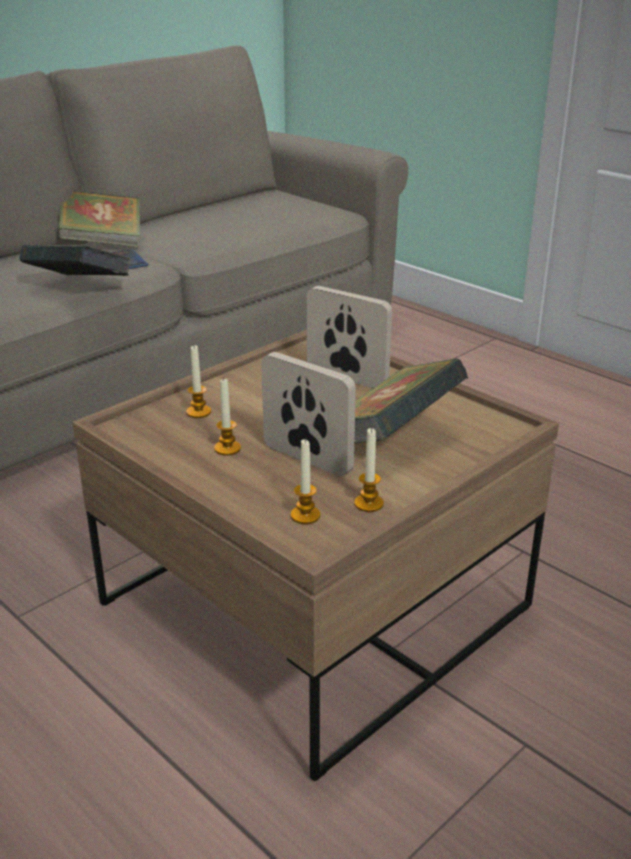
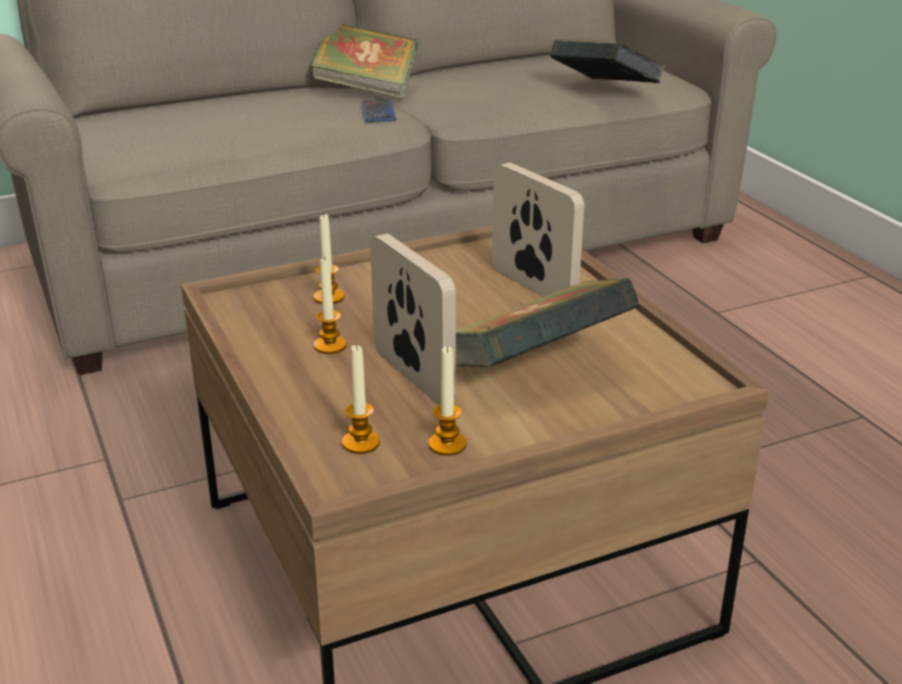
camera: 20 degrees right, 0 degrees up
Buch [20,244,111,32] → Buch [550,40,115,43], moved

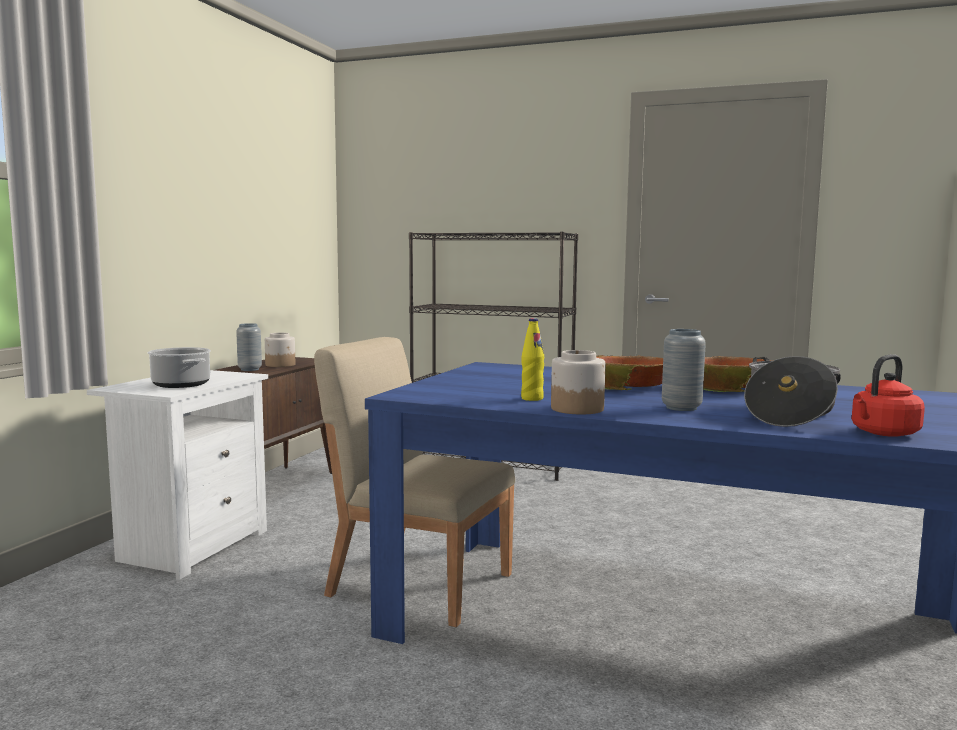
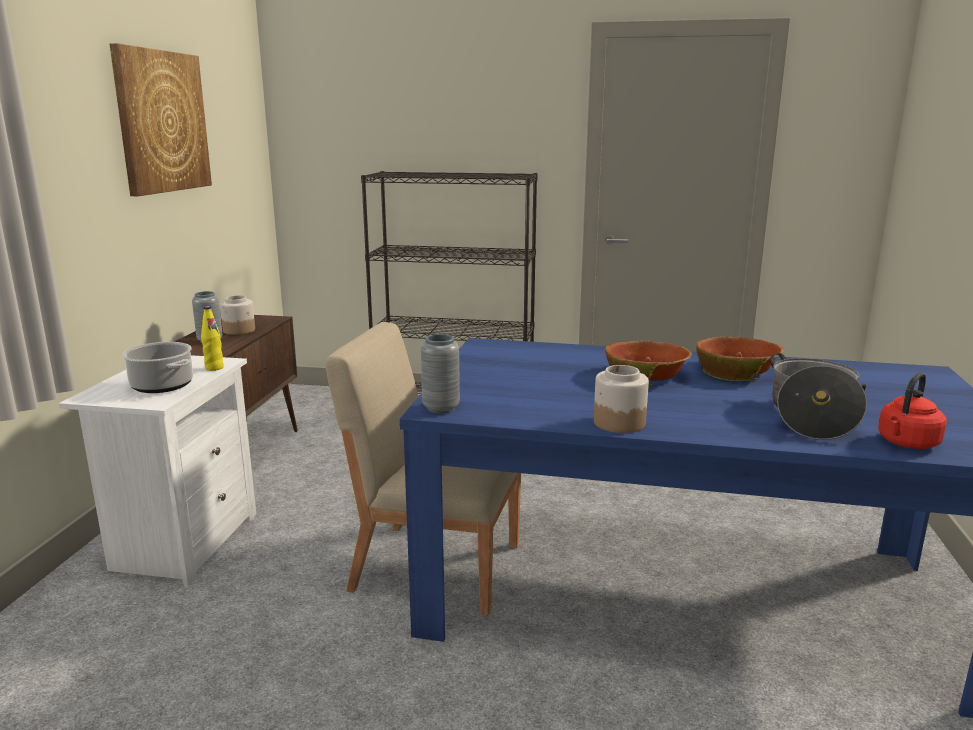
camera: 10 degrees left, 10 degrees up
- → Bild [110,43,102,153]
Flasche/gelb [521,318,23,83] → Flasche/gelb [201,306,23,65], moved
Vase/grau [662,329,44,82] → Vase/grau [421,334,39,79], moved

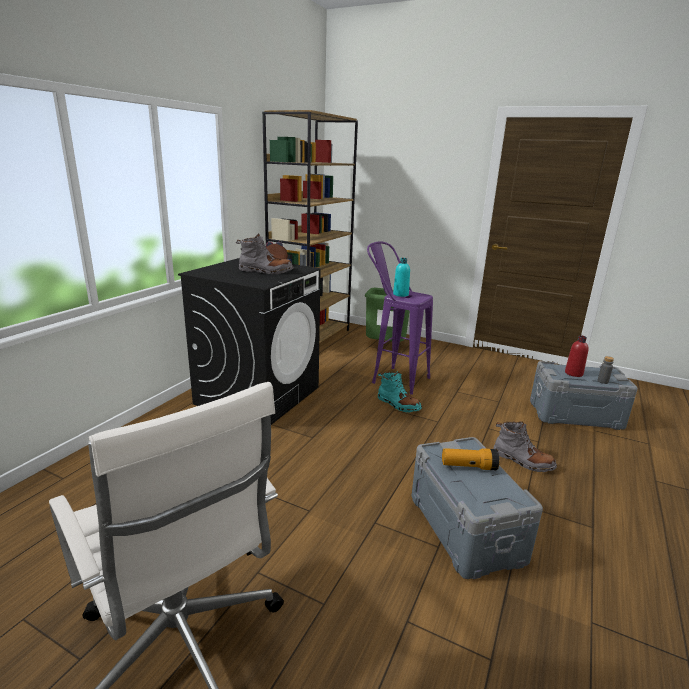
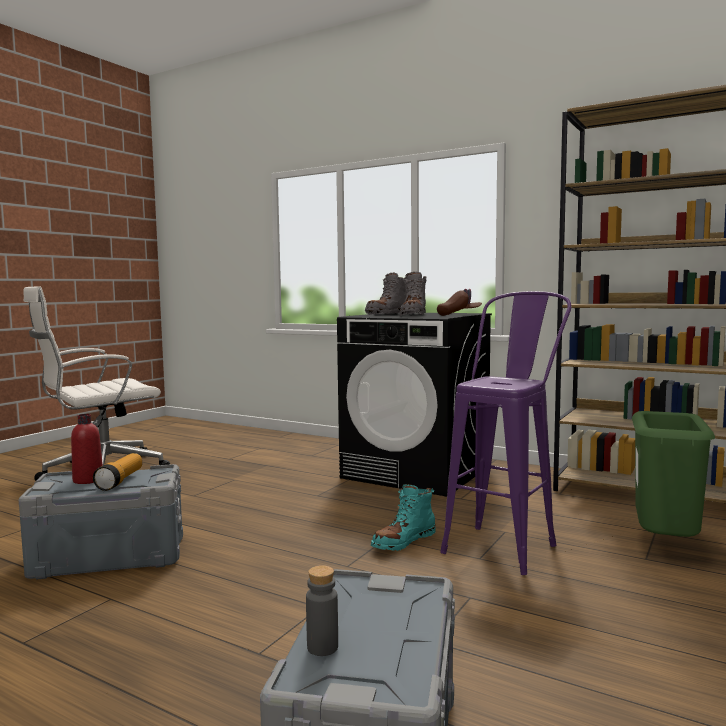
camera: 95 degrees right, 15 degrees down
Flasche/türkis [393,258,17,39] → -
Stiefel/grau [493,422,64,50] → Stiefel/grau [365,273,41,42], moved
Flasche/rot [565,335,24,42] → Flasche/rot [71,414,32,70], moved

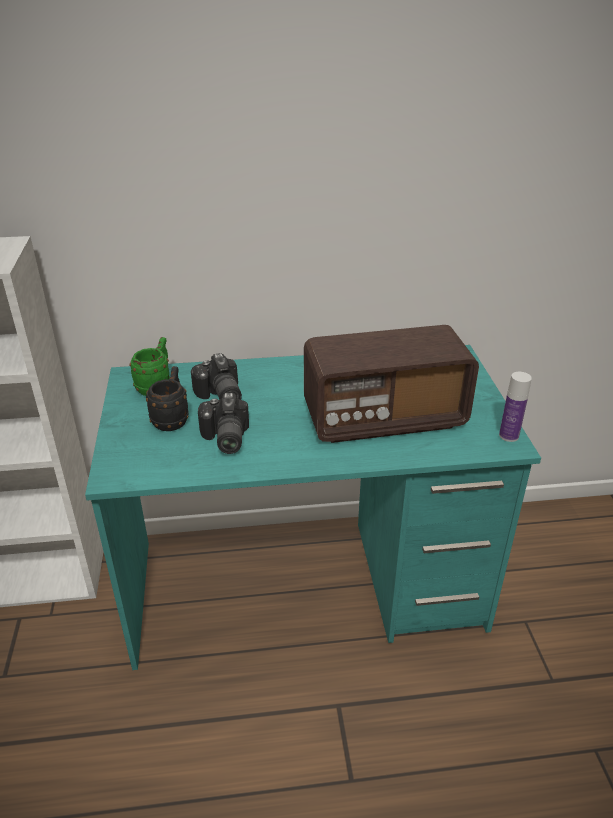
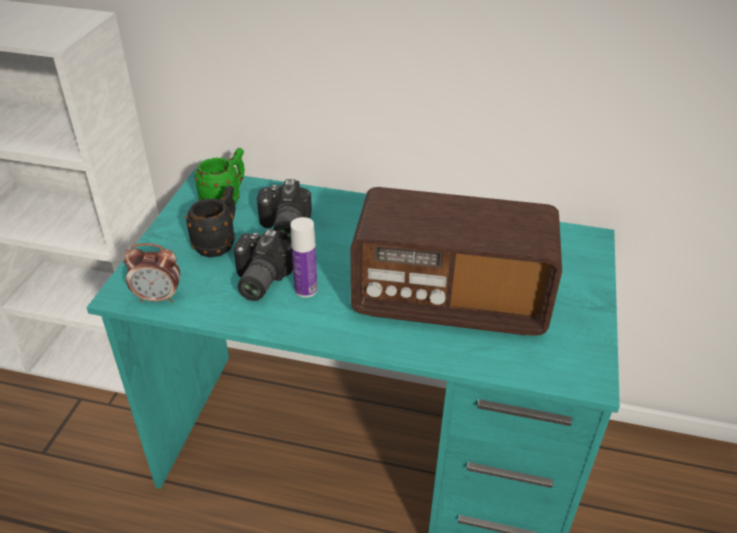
camera: 20 degrees right, 5 degrees up
- → Wecker [124,243,56,60]
Flasche [499,372,33,70] → Flasche [291,217,27,81], moved

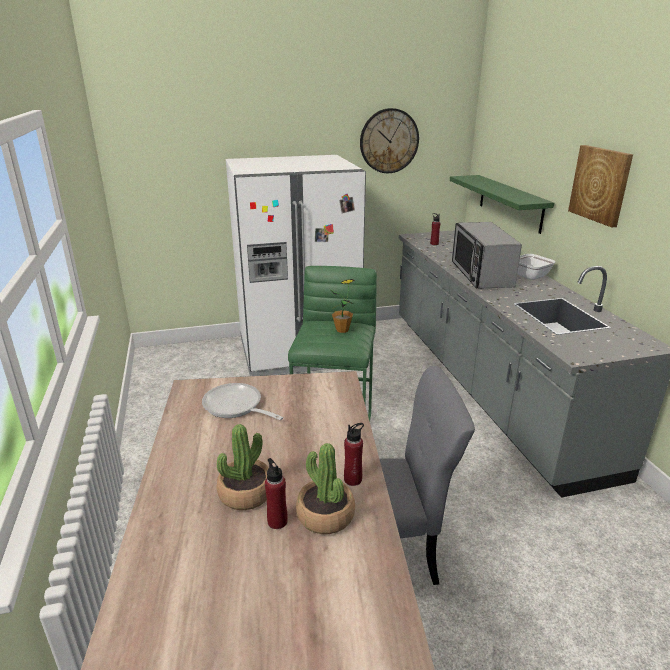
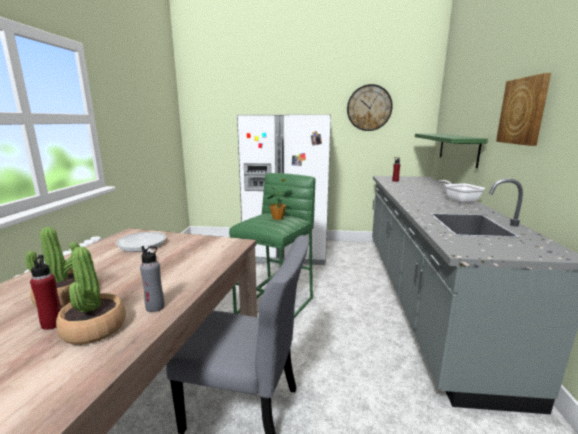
camera: 20 degrees right, 10 degrees down
Mikrowelle [452,222,70,67] → -
Flasche/rot [344,423,20,63] → Flasche/grau [140,246,25,66]

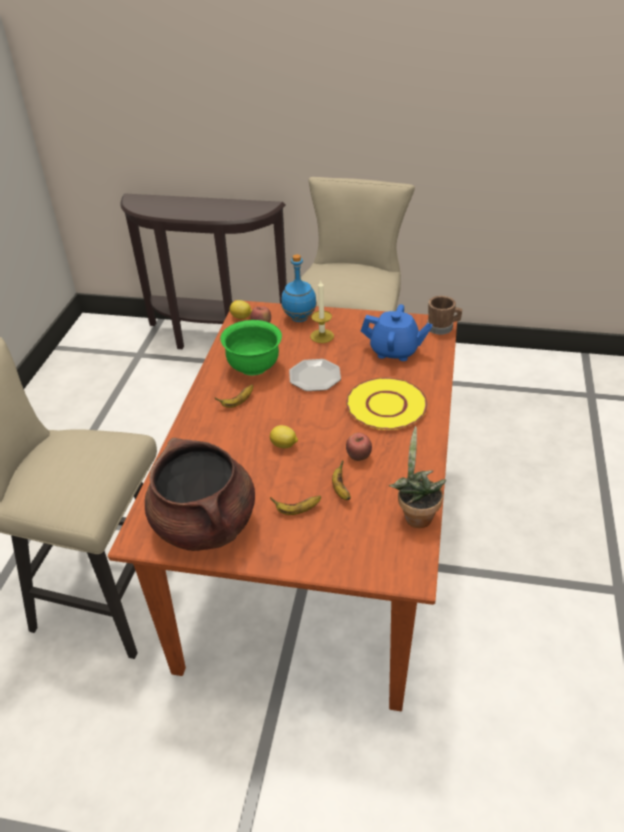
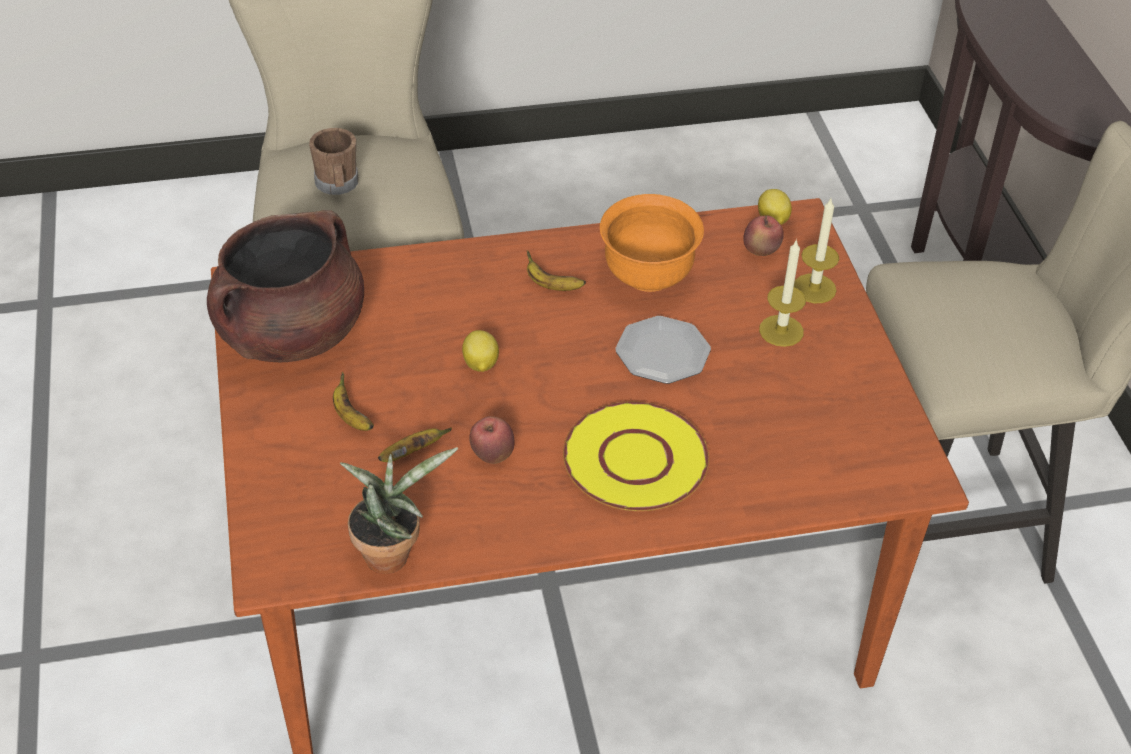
camera: 65 degrees right, 5 degrees up
Teekanne/blau [361,304,71,57] → -
Henkelbecher/braun [427,296,35,39] → Henkelbecher/braun [309,128,50,67], moved
Flasche/blau [281,254,36,68] → Kerze [794,199,45,104]
Schüssel/grün [220,320,62,55] → Schüssel/orange [600,194,104,98]

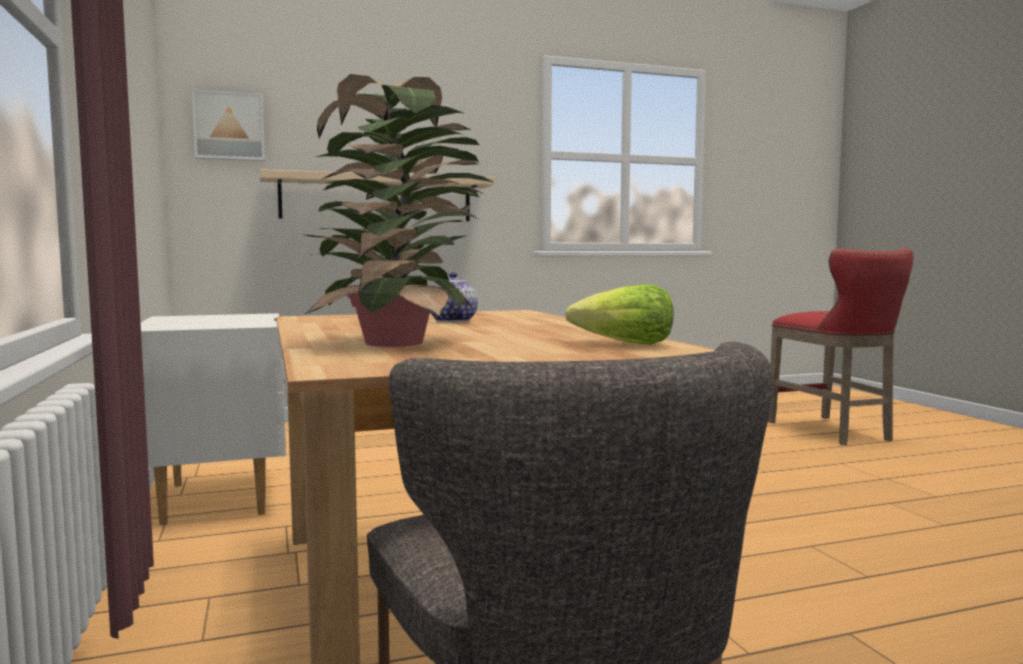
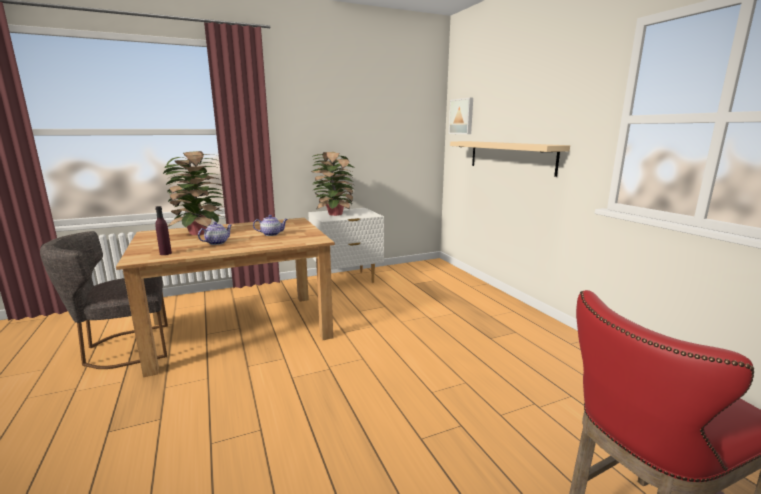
camera: 85 degrees right, 10 degrees up
- → Teekanne [198,222,34,23]
- → Topfpflanze [311,152,43,64]
Salatkopf [565,284,109,61] → Flasche/lila [155,206,17,49]

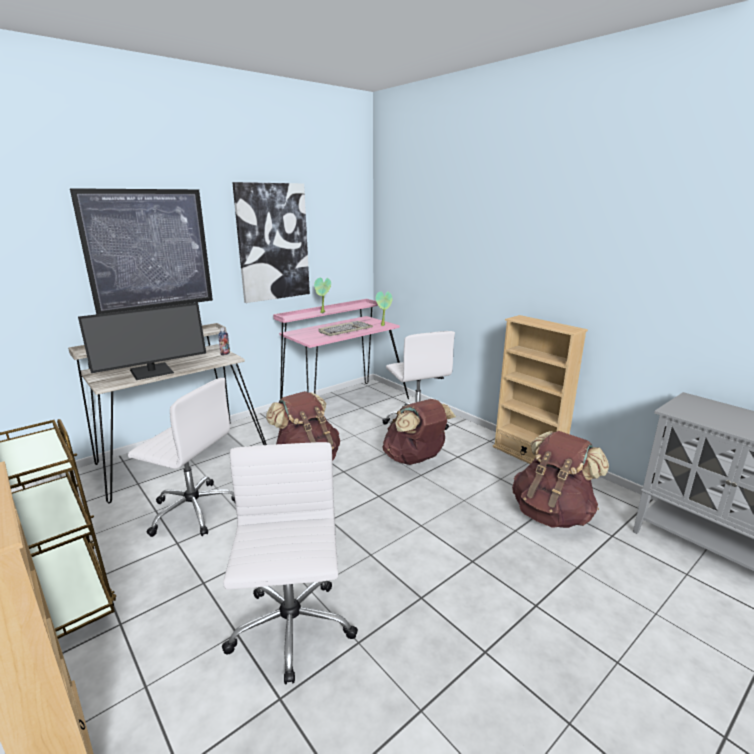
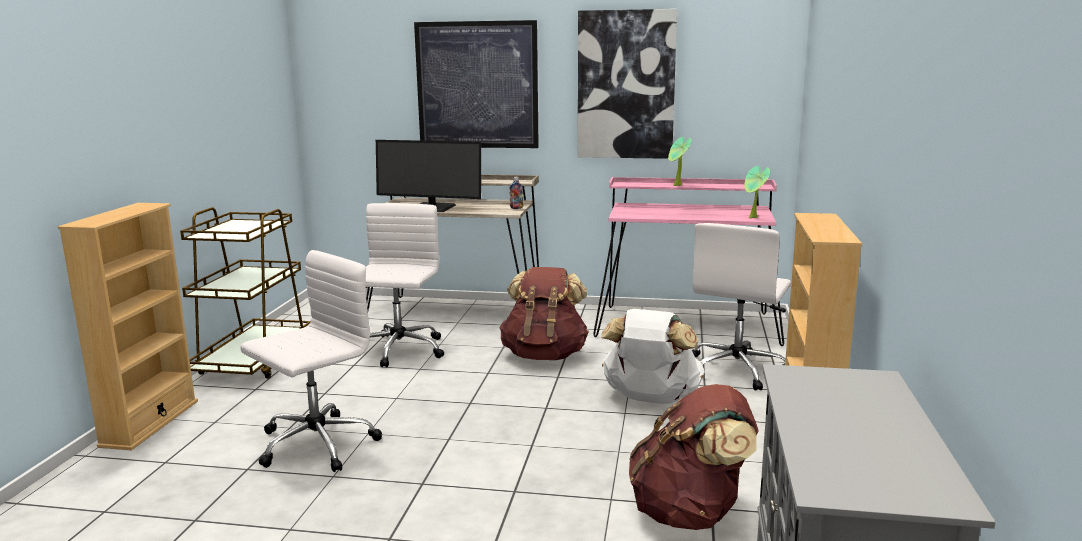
camera: 50 degrees right, 5 degrees down
Tastatur [318,321,55,15] → -
Rucksack/braun [382,399,74,66] → Rucksack/weiß [601,309,104,95]
Bürostuhl/weiß [128,378,107,159] → Bürostuhl/weiß [366,203,78,164], 150 degrees counterclockwise

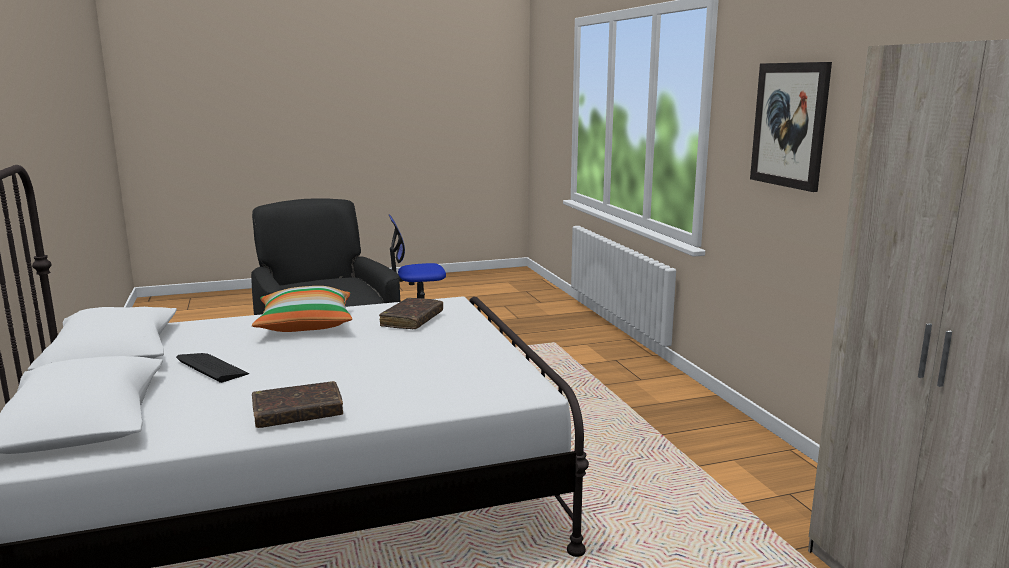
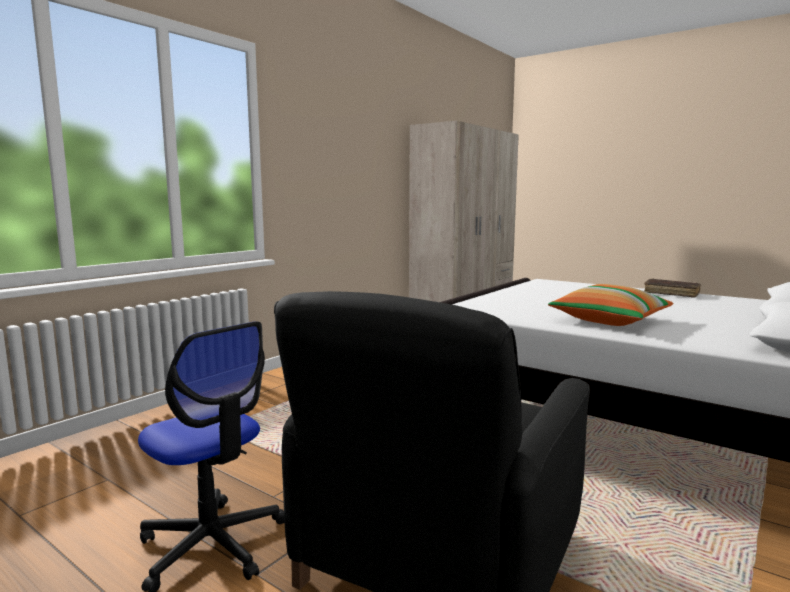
camera: 125 degrees left, 5 degrees down
Tastatur [176,353,73,30] → -
Buch/braun [379,298,64,31] → -
Bild [750,62,82,130] → -

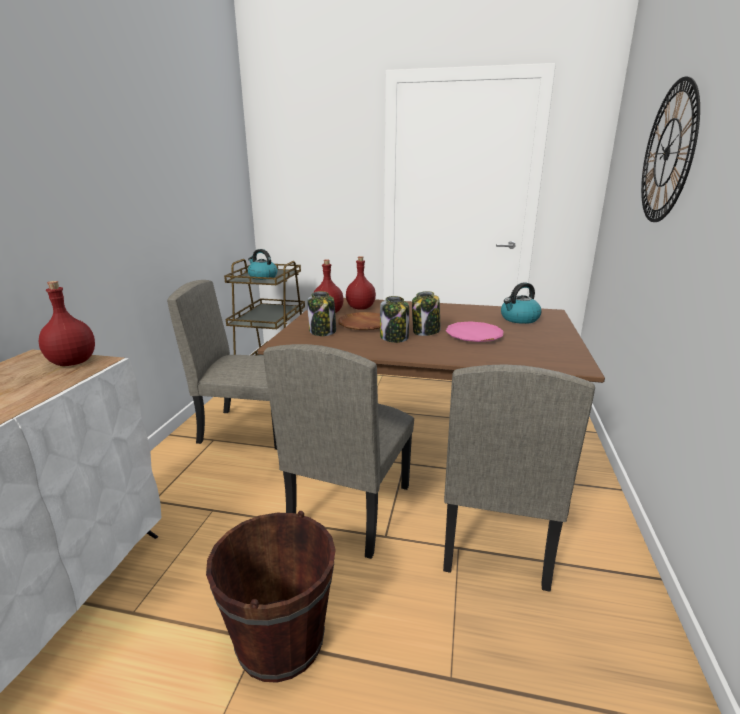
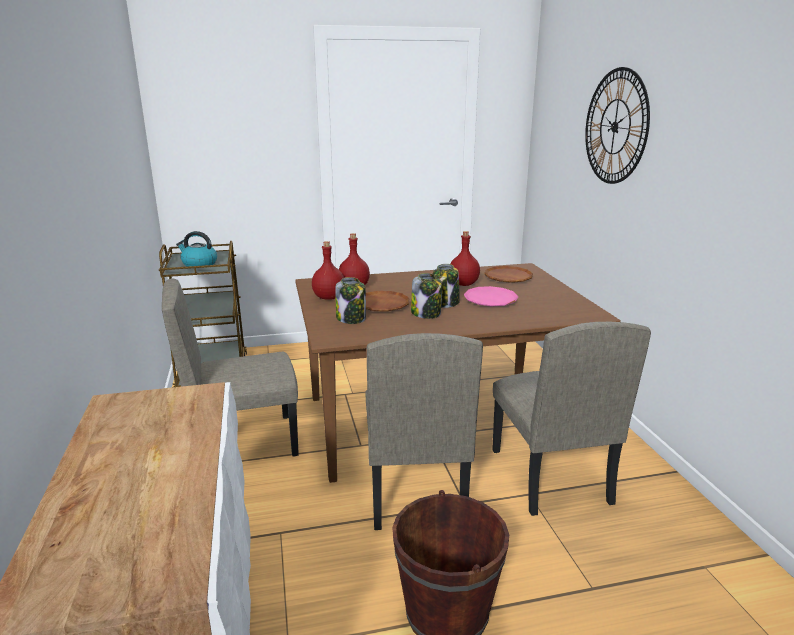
camera: 25 degrees left, 0 degrees up
Flasche/rot [39,281,56,85] → Flasche/rot [450,231,30,55], moved
Wasserkessel [501,282,40,42] → Teller/braun [484,266,49,17]

